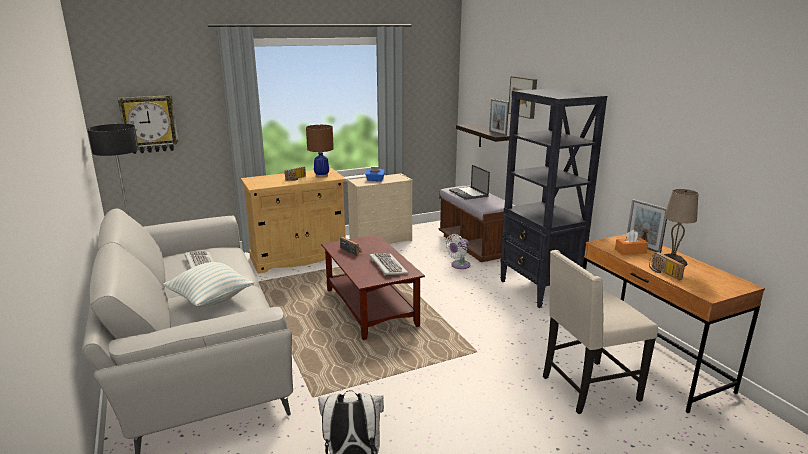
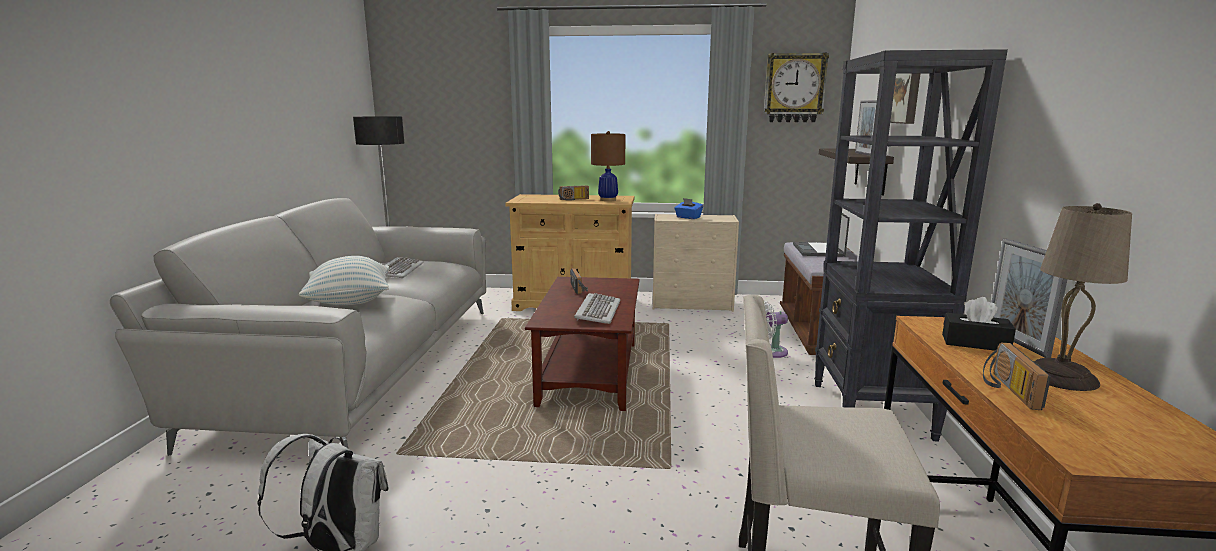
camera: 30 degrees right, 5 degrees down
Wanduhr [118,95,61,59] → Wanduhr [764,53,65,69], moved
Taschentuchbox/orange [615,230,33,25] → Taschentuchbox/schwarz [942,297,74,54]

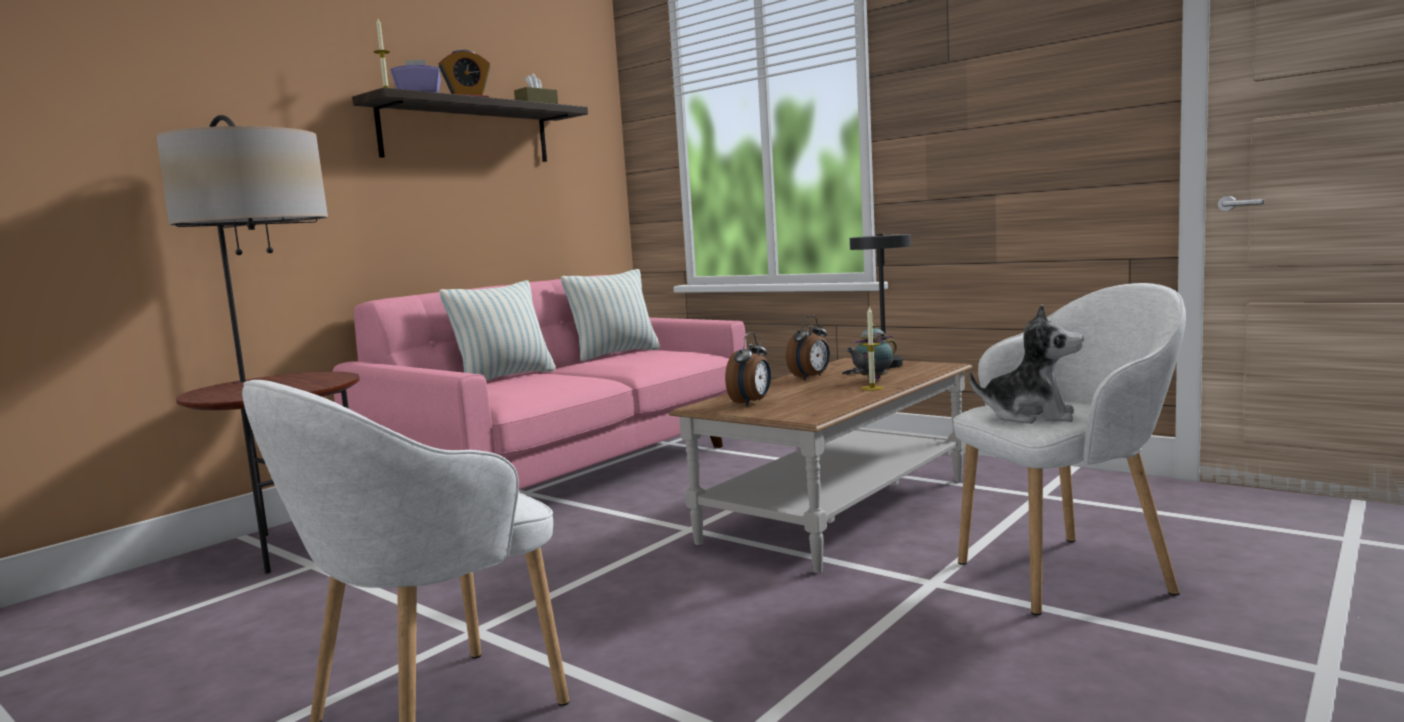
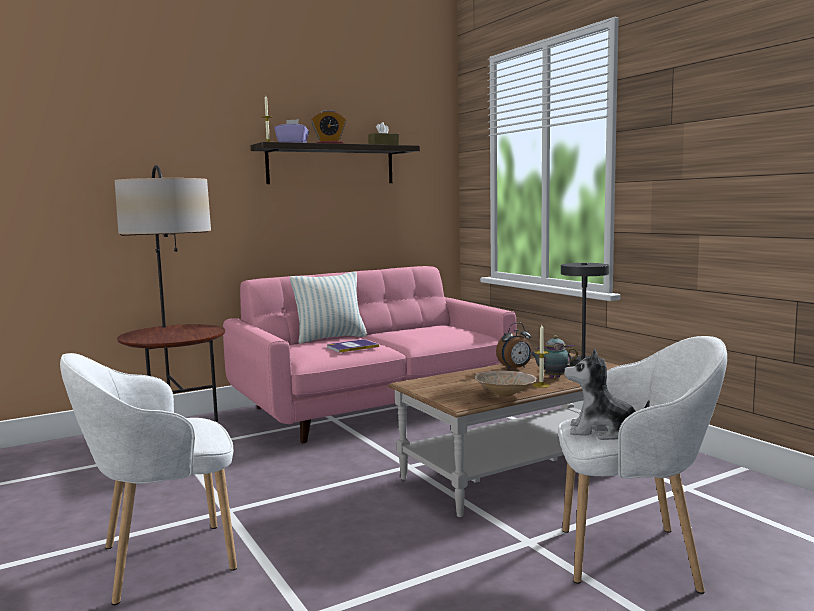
camera: 20 degrees right, 0 degrees up
Kissen [561,269,99,92] → -
Wecker [725,332,46,74] → -
- → Buch [327,339,52,14]
- → Schüssel/beige [475,370,62,26]
Plüschtier [969,304,115,120] → Plüschtier [564,349,86,91], 150 degrees clockwise

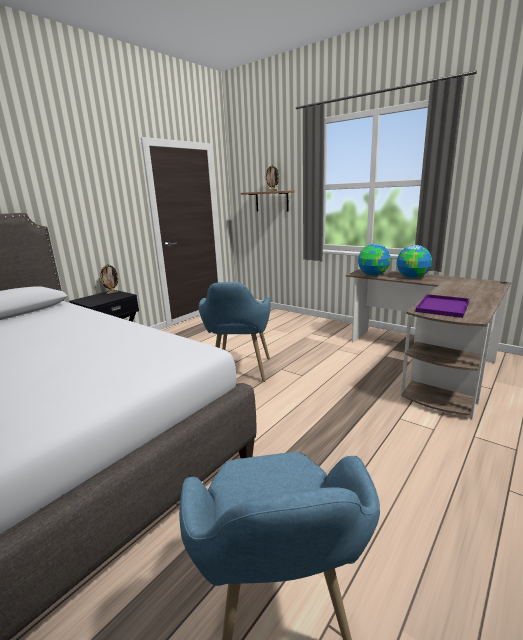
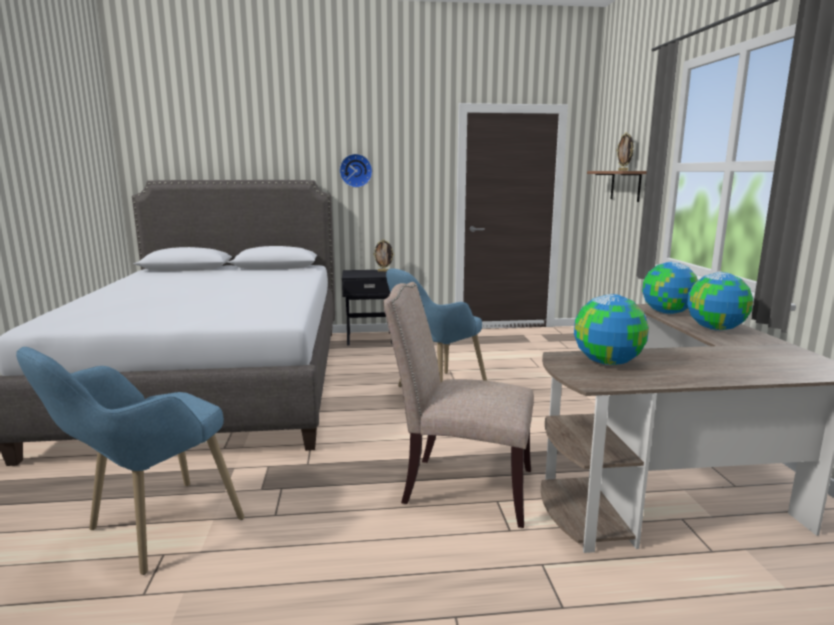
camera: 45 degrees right, 5 degrees down
- → Wanduhr [339,154,34,34]
- → Stuhl/beige [383,282,151,246]
Tablett/lila [415,294,55,24] → Globus [574,294,75,71]

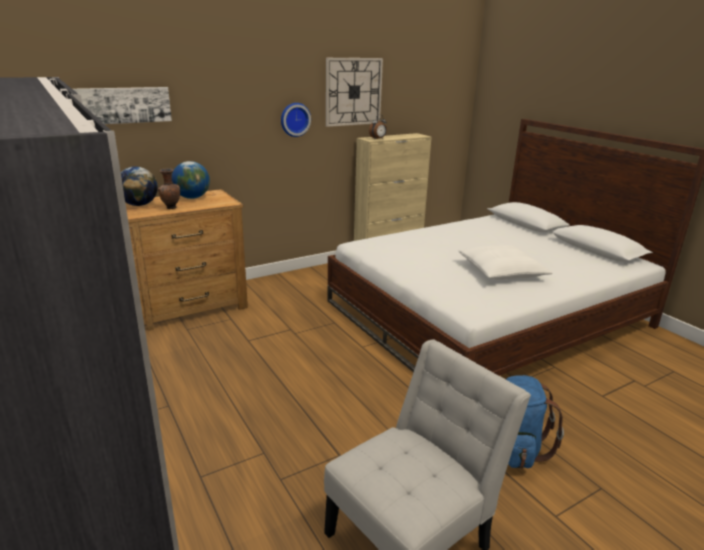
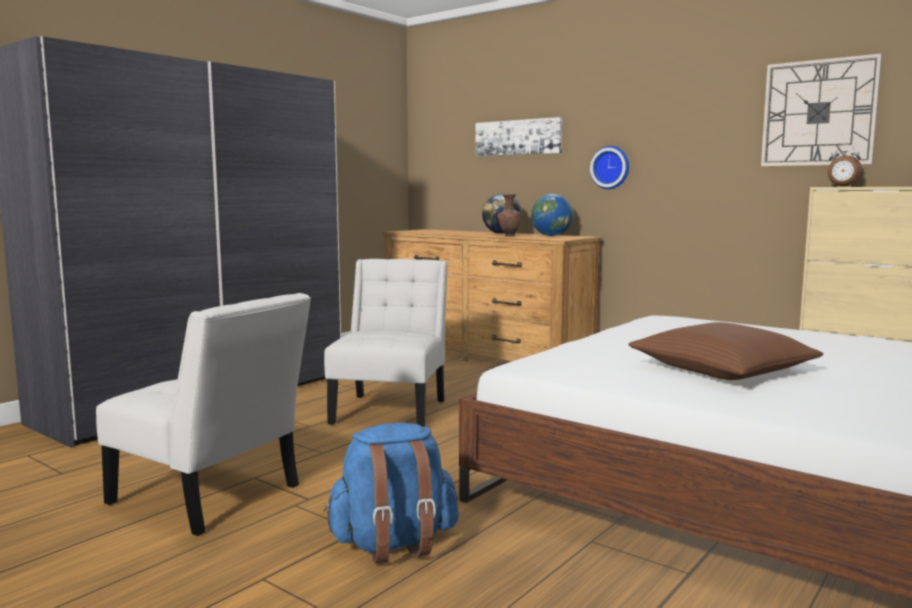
camera: 70 degrees right, 15 degrees down
- → Stuhl/weiß [324,259,124,168]
Wanduhr [281,103,30,34] → Wanduhr [590,146,39,43], moved
Kissen/weiß [458,245,95,35] → Kissen/braun [629,322,194,58]

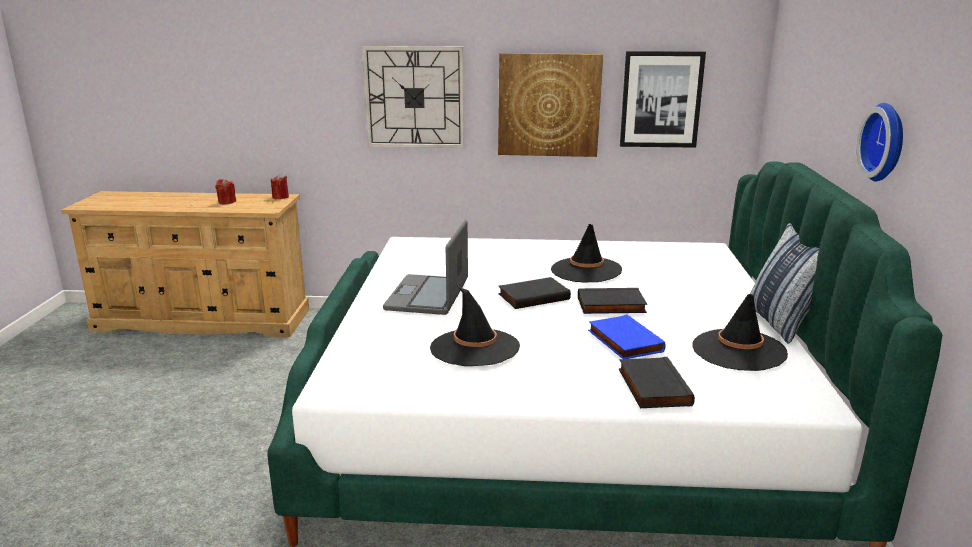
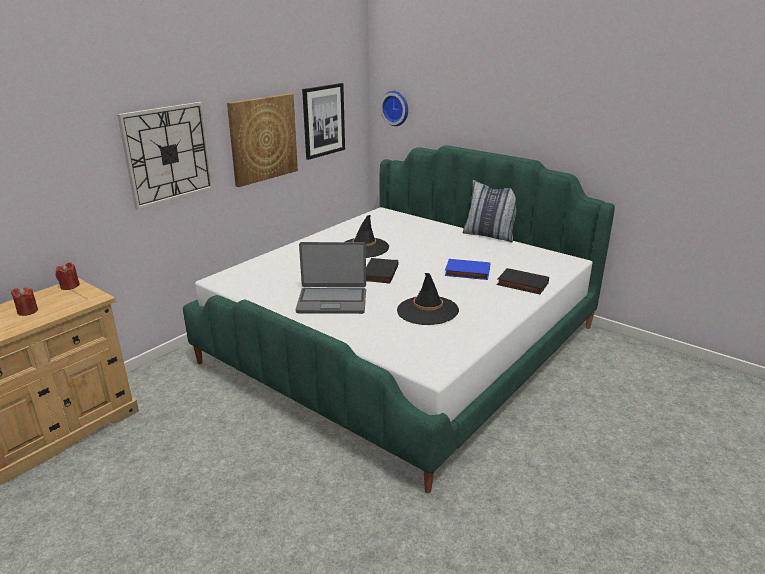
camera: 55 degrees left, 5 degrees up
Buch/schwarz [578,288,69,26] → -
Hut/schwarz [692,294,96,77] → -
Wanduhr [857,103,46,78] → Wanduhr [380,91,28,35], moved
Laptop [383,220,85,95] → Laptop [296,242,70,72], 45 degrees counterclockwise

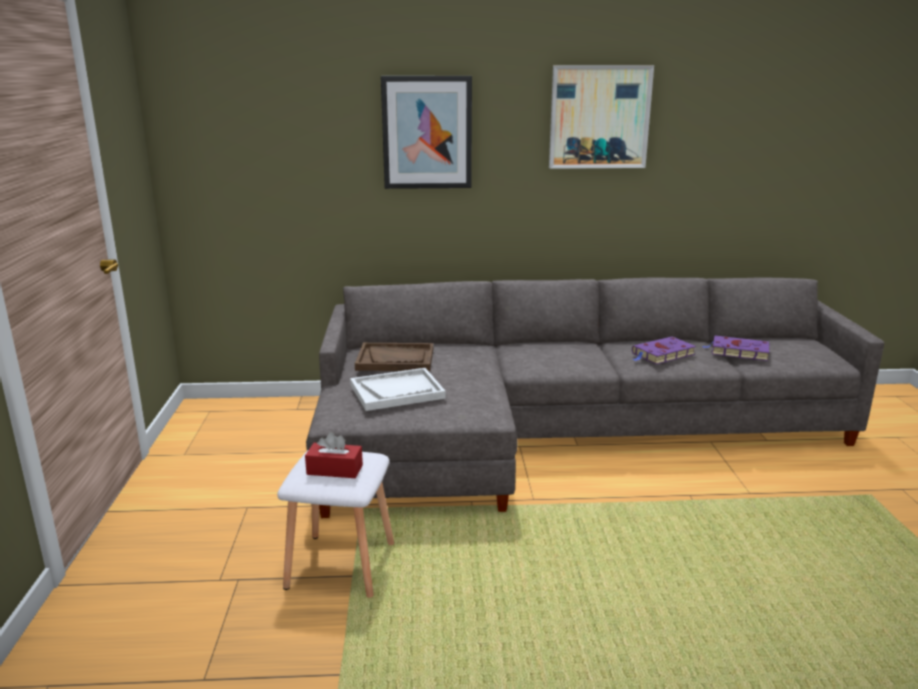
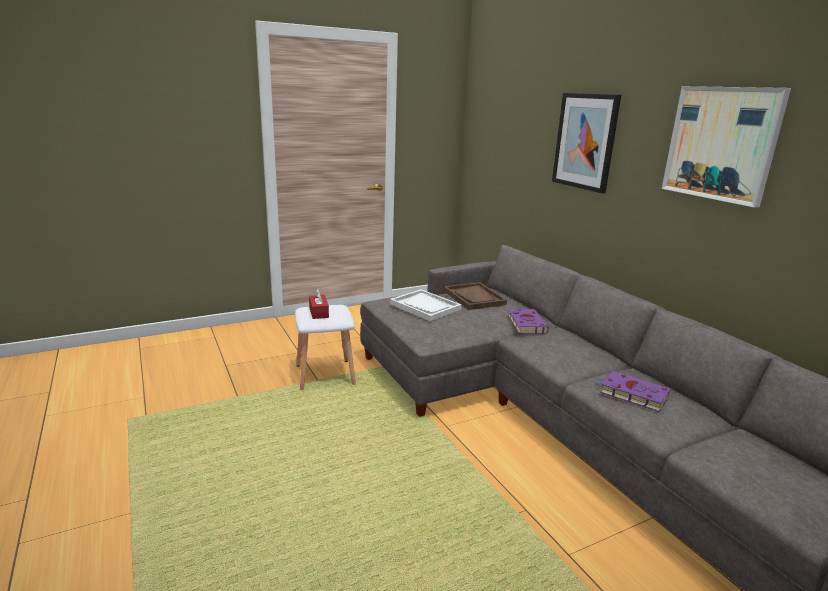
camera: 65 degrees right, 0 degrees up
Buch/lila [702,336,68,25] → Buch/lila [508,309,41,25], moved

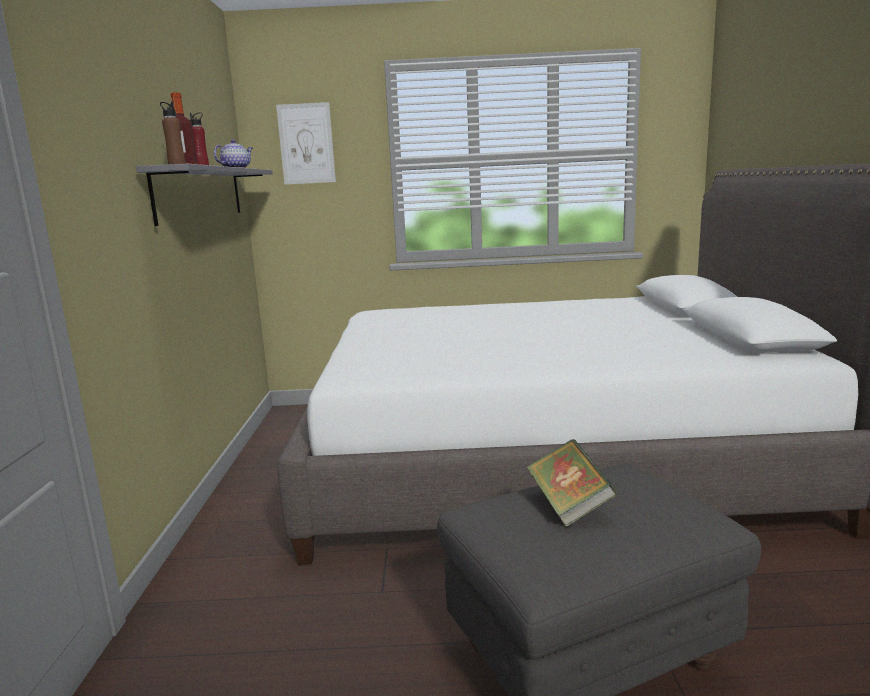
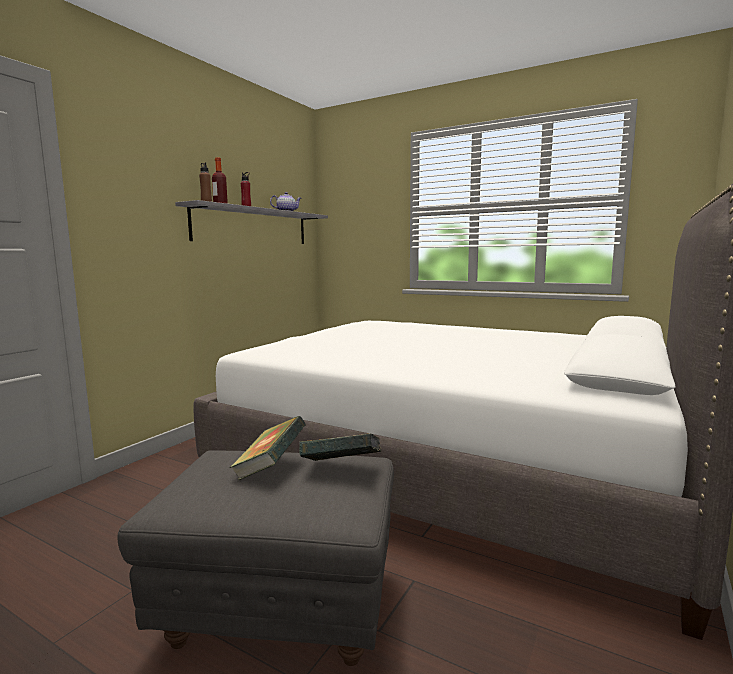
camera: 30 degrees right, 5 degrees down
Bild [276,102,60,83] → -
- → Buch [299,434,82,27]

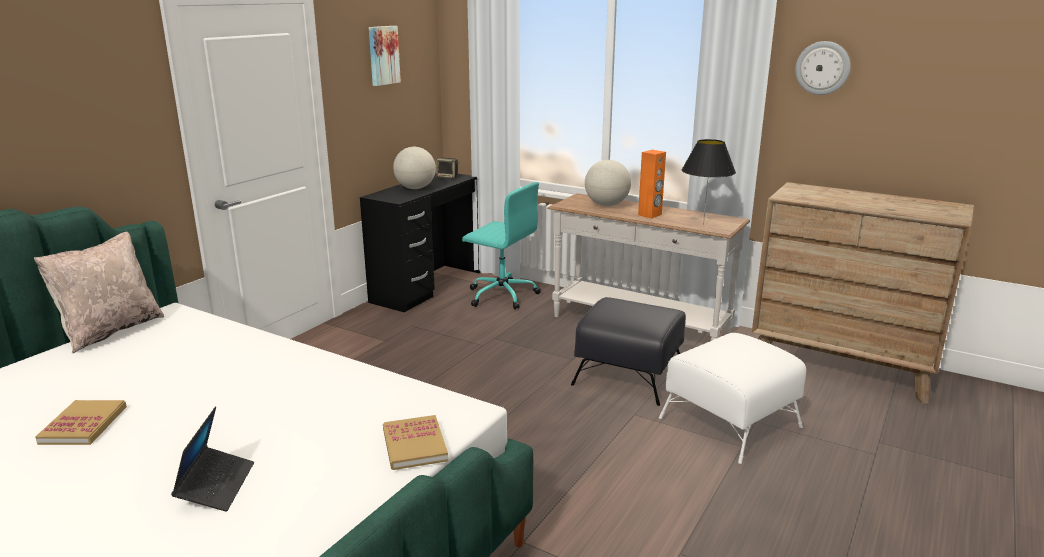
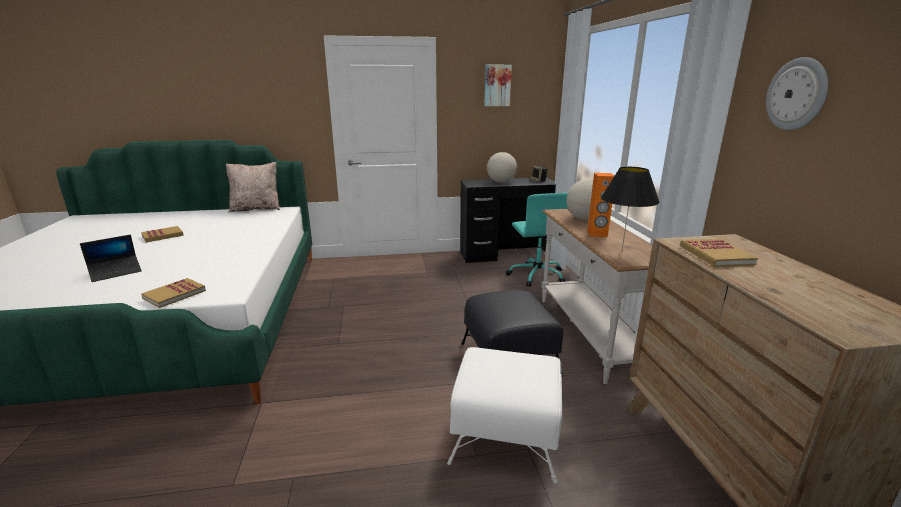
camera: 50 degrees right, 0 degrees up
- → Buch [680,239,78,28]

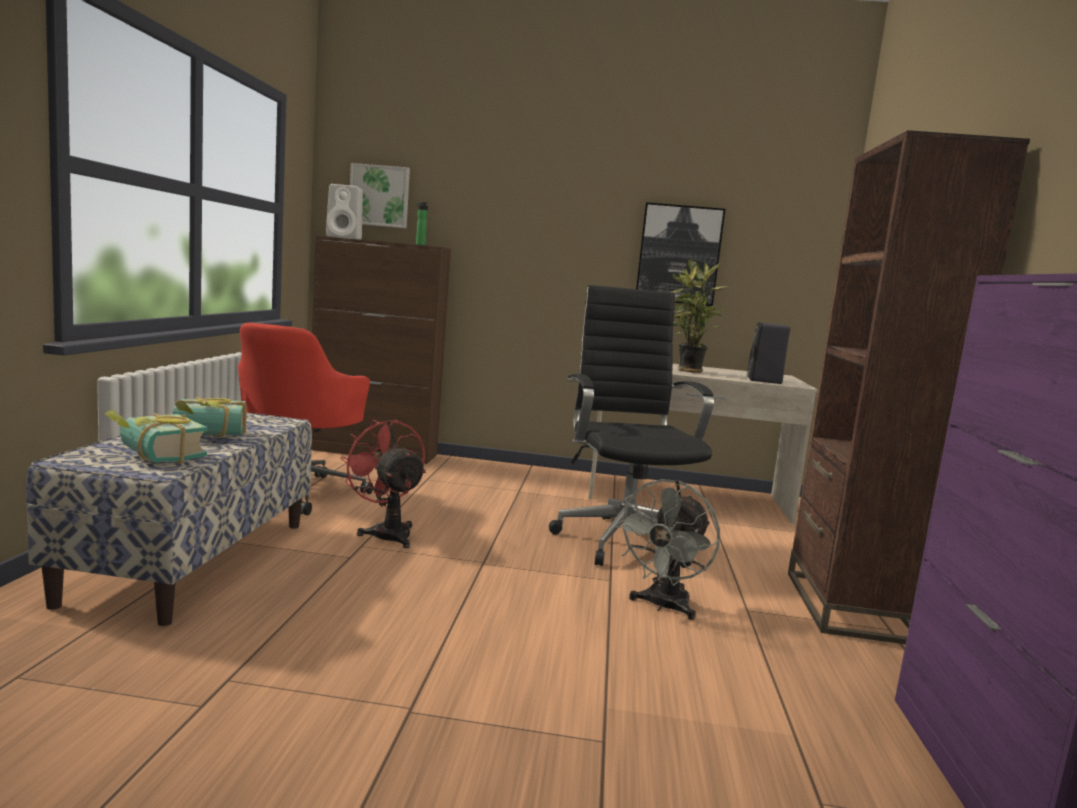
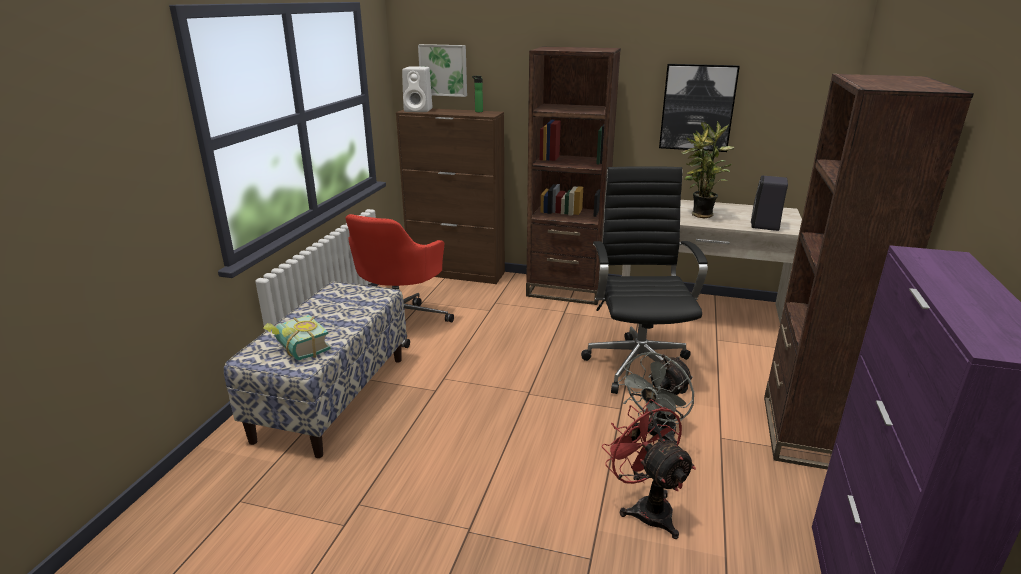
camera: 10 degrees right, 15 degrees up
Buch [173,397,74,40] → -
- → Bücherregal/braun [526,47,95,258]
Ventilator/rot [340,419,86,129] → Ventilator/rot [602,399,94,140], moved

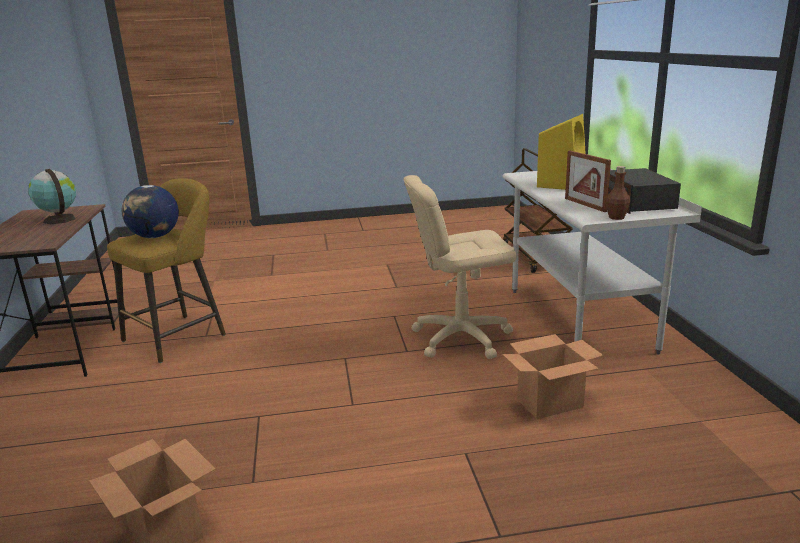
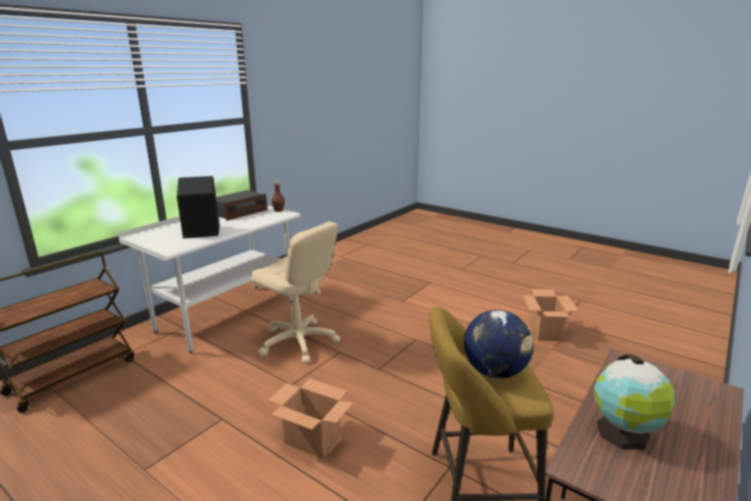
camera: 135 degrees left, 0 degrees up
Bilderrahmen [565,151,46,61] → -
Karton [502,334,102,85] → Karton [269,378,84,81], moved
Lautsprecher/gelb [537,114,49,76] → Lautsprecher/schwarz [177,176,43,62]

